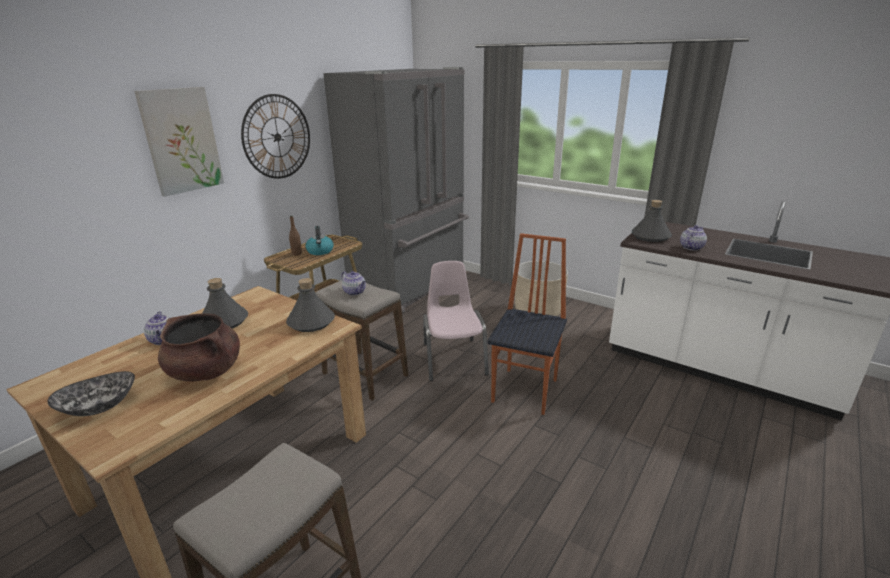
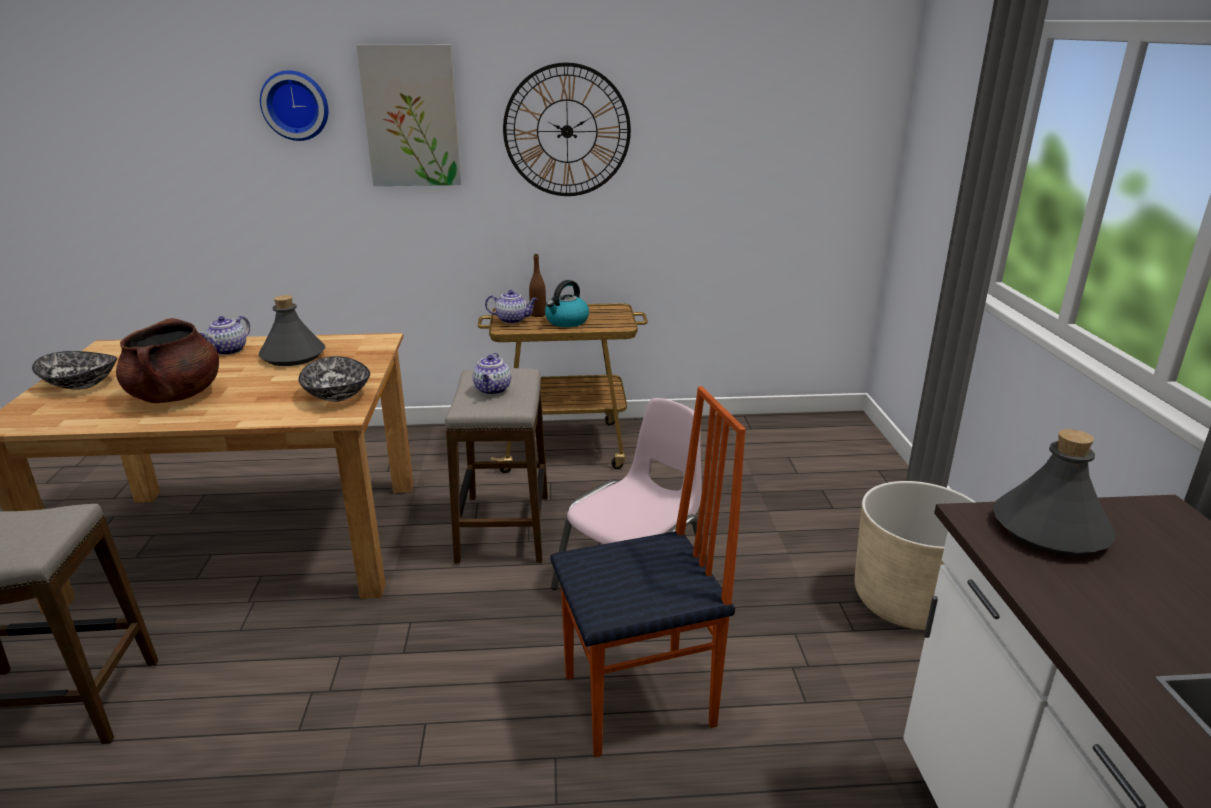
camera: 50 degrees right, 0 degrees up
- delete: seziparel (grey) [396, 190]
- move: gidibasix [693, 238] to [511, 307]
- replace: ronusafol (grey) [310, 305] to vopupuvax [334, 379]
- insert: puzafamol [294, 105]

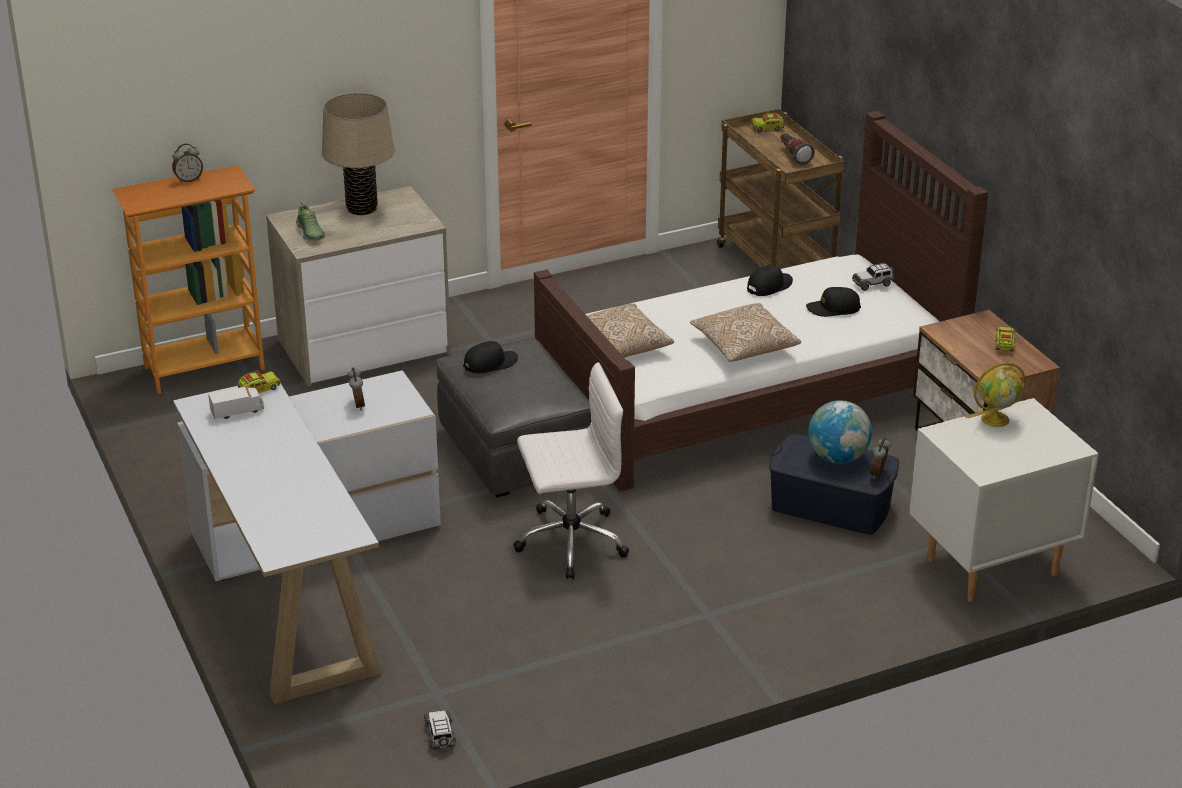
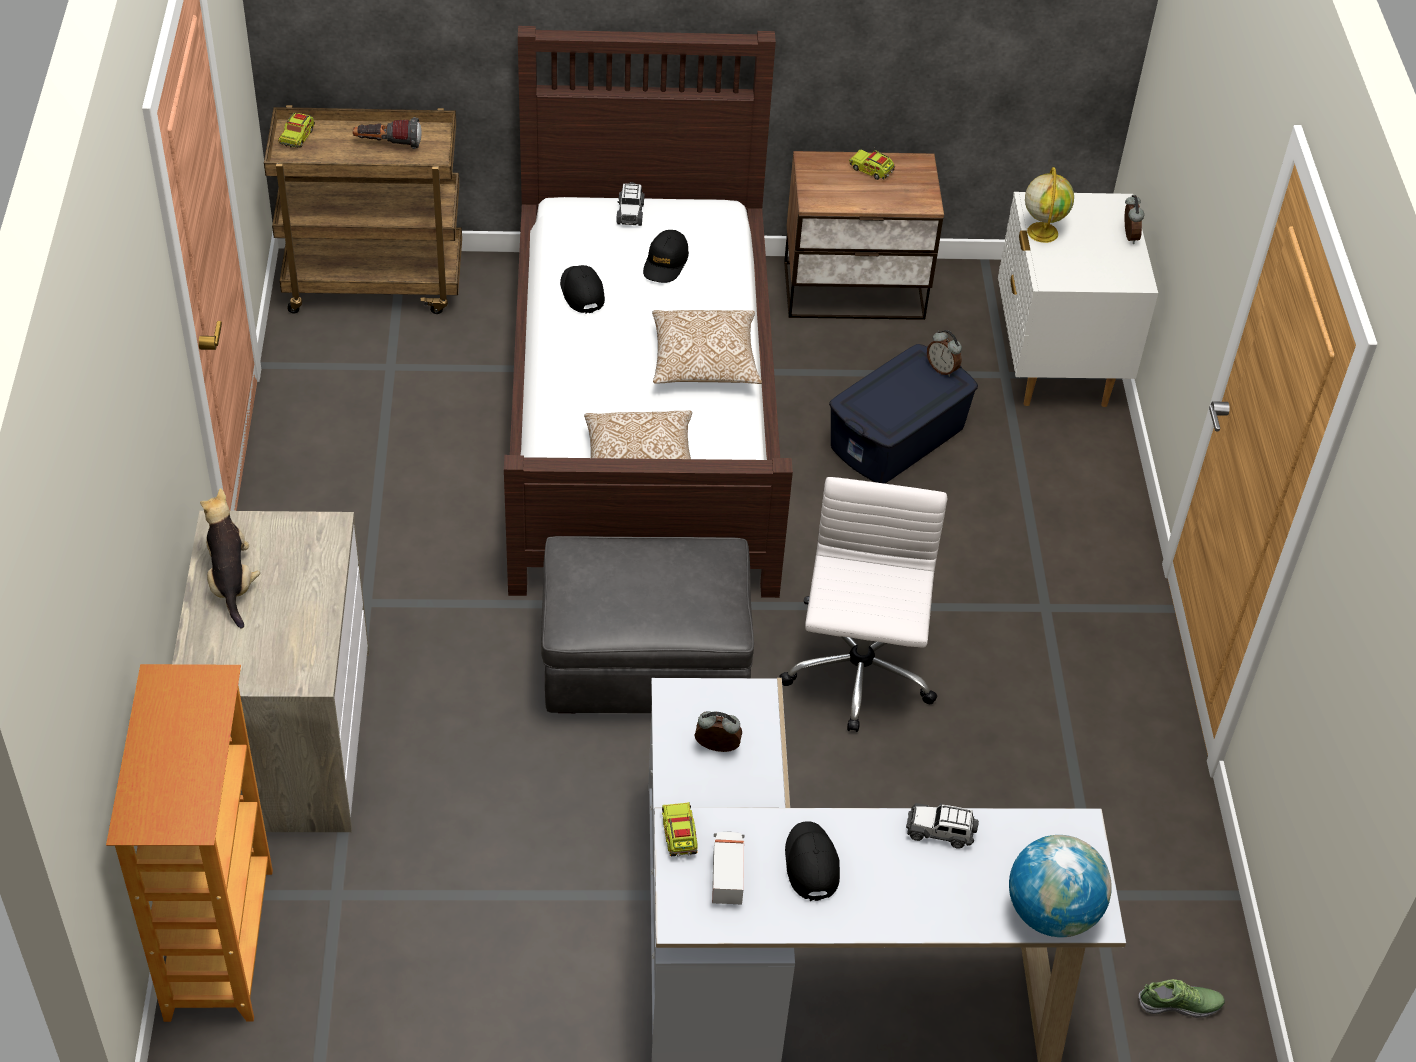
camera: 70 degrees left, 15 degrees up
- replace: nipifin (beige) [358, 154] to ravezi [230, 558]
- move: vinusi [187, 163] to [1134, 219]
- move: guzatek [310, 221] to [1181, 998]
- move: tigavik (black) [490, 357] to [812, 861]
- move: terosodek [840, 432] to [1060, 886]
- move: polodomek [440, 729] to [942, 826]

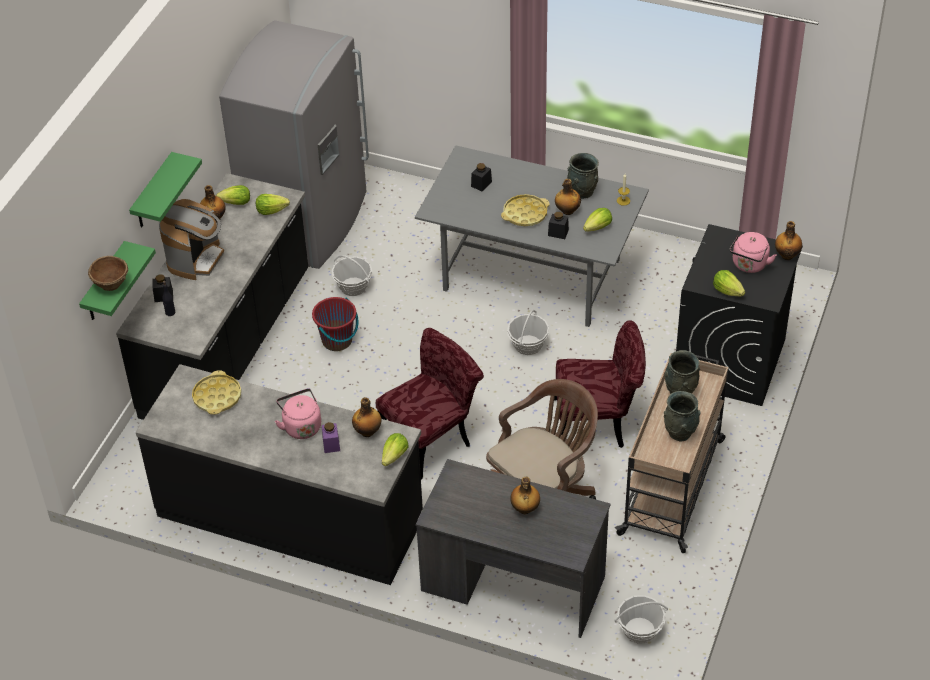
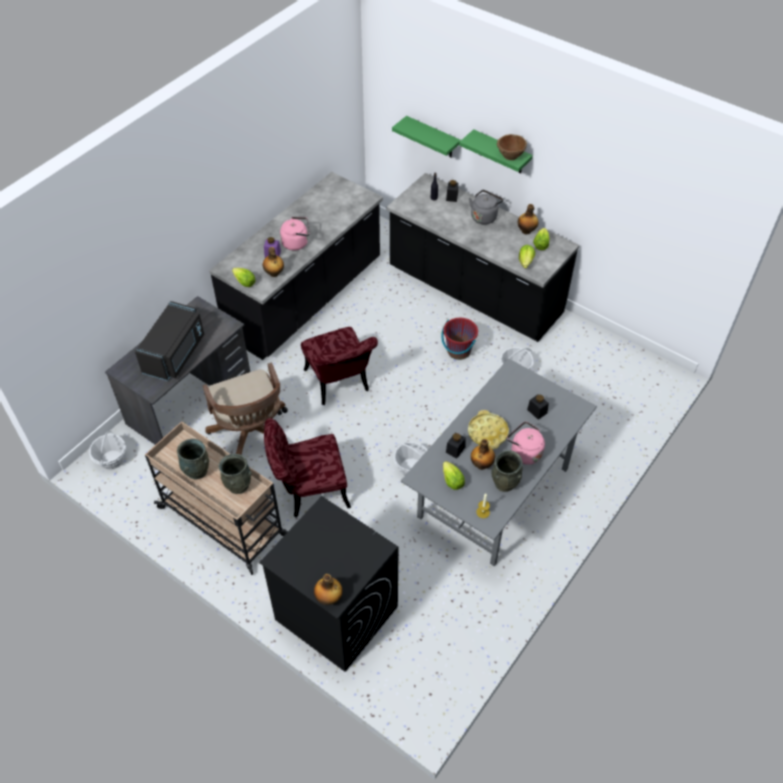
camera: 105 degrees right, 5 degrees up
- delete: seziparel (grey) [294, 144]
- replace: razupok [191, 239] to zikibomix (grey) [486, 207]
- move: zikibomix (pink) [753, 252] to [526, 443]
- move: vopupuvax (brown) [108, 273] to [512, 147]
- delete: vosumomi [729, 283]
- rotate: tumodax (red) [600, 384] = [307, 468] 60 degrees clockwise
- delete: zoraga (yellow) [216, 392]
- replace: ronusafol [525, 495] to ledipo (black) [169, 341]

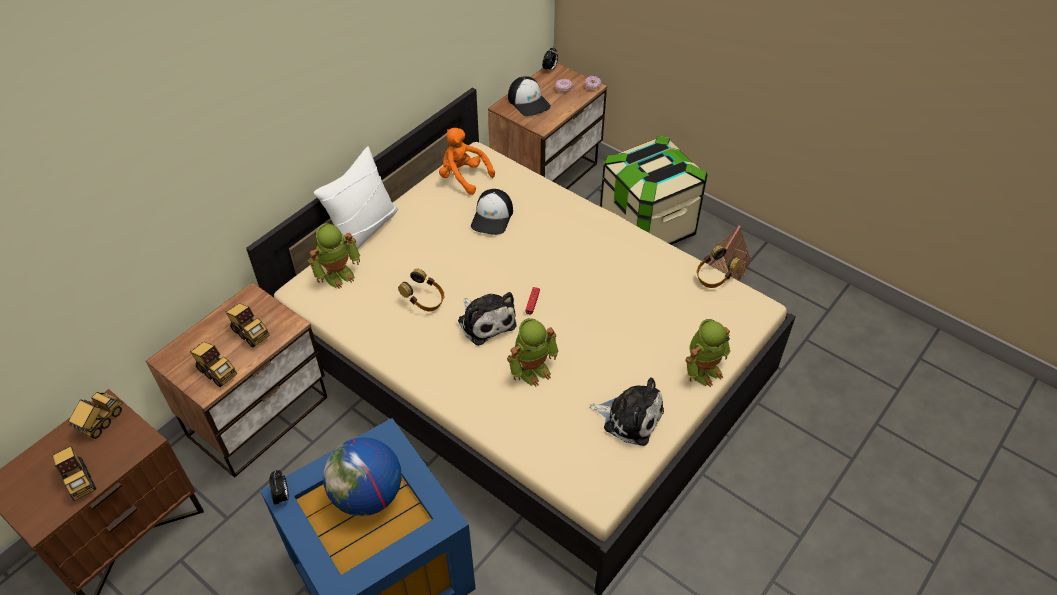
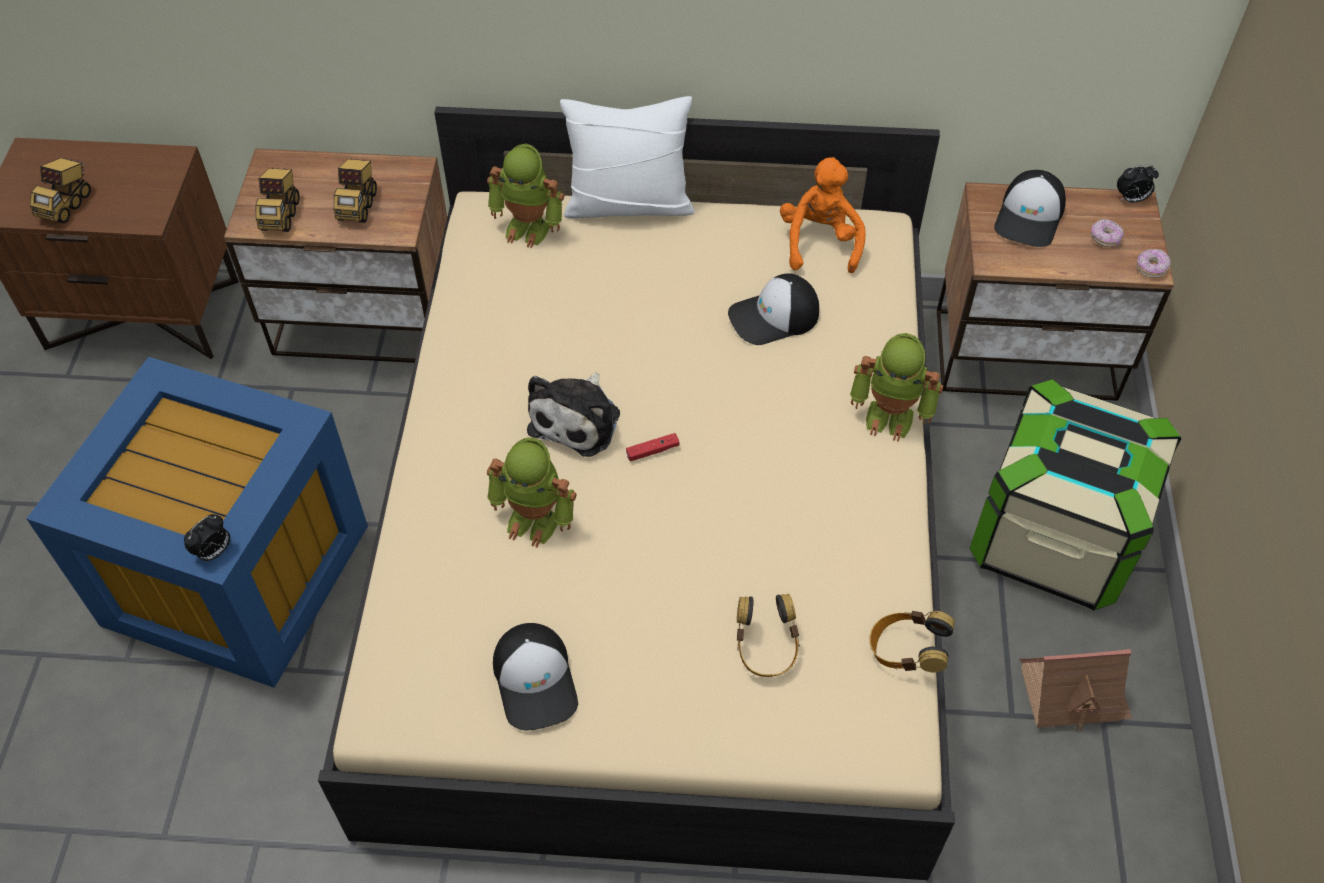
camera: 55 degrees right, 5 degrees up
- move: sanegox [421, 289] to [768, 635]
- move: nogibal [708, 353] to [896, 387]
- replace: ravezi [626, 411] to tigavik [535, 676]
- delete: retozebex [95, 415]
- delete: terosodek [362, 476]
- move: vinusi [279, 487] to [207, 538]

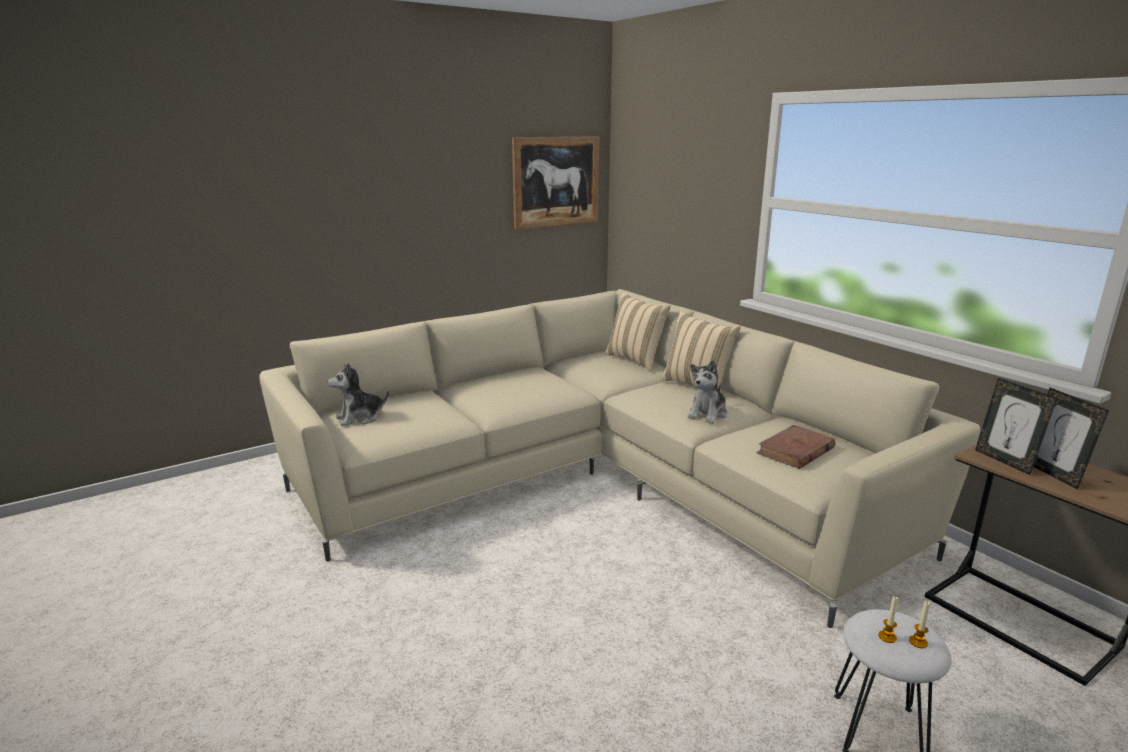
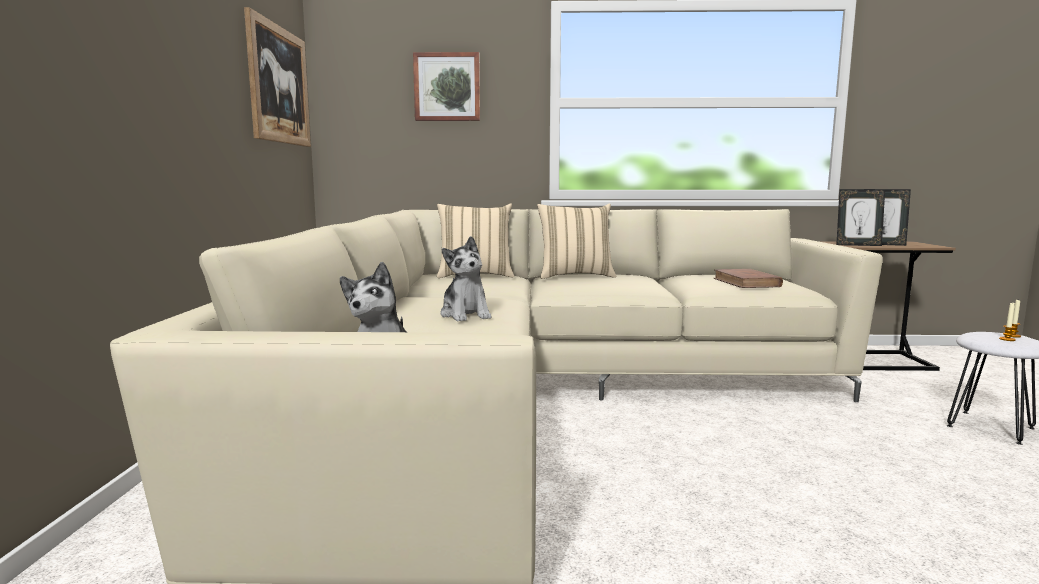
camera: 55 degrees left, 10 degrees down
- move: ravezi [707, 392] to [466, 278]
- insert: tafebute [446, 86]

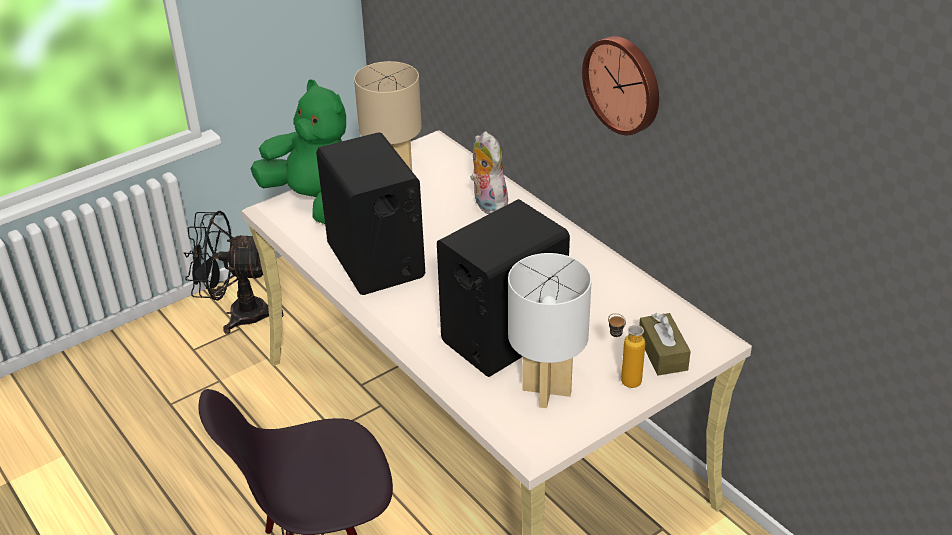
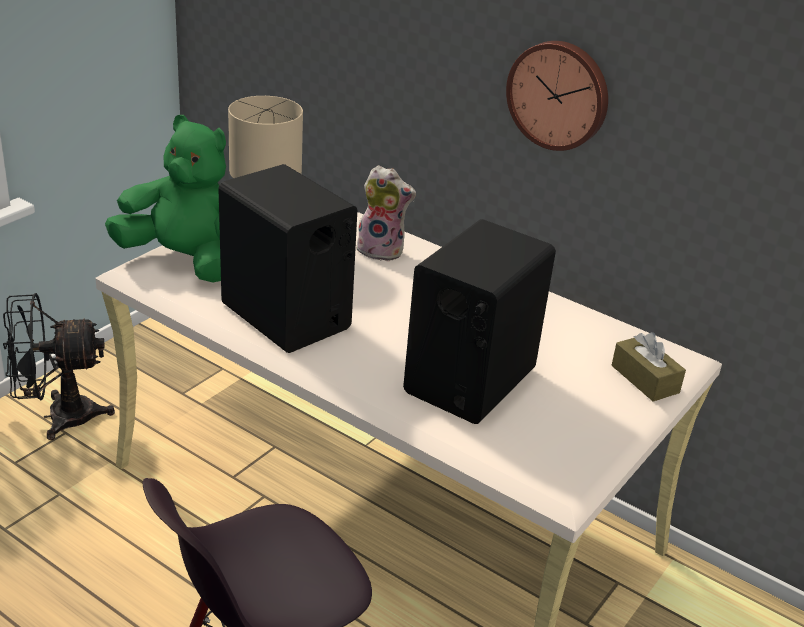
camera: 20 degrees left, 5 degrees down
- rotate: ravezi [489, 172] = [386, 213] 150 degrees clockwise
- delete: nipifin (white) [550, 330]
- delete: ronusafol [626, 350]

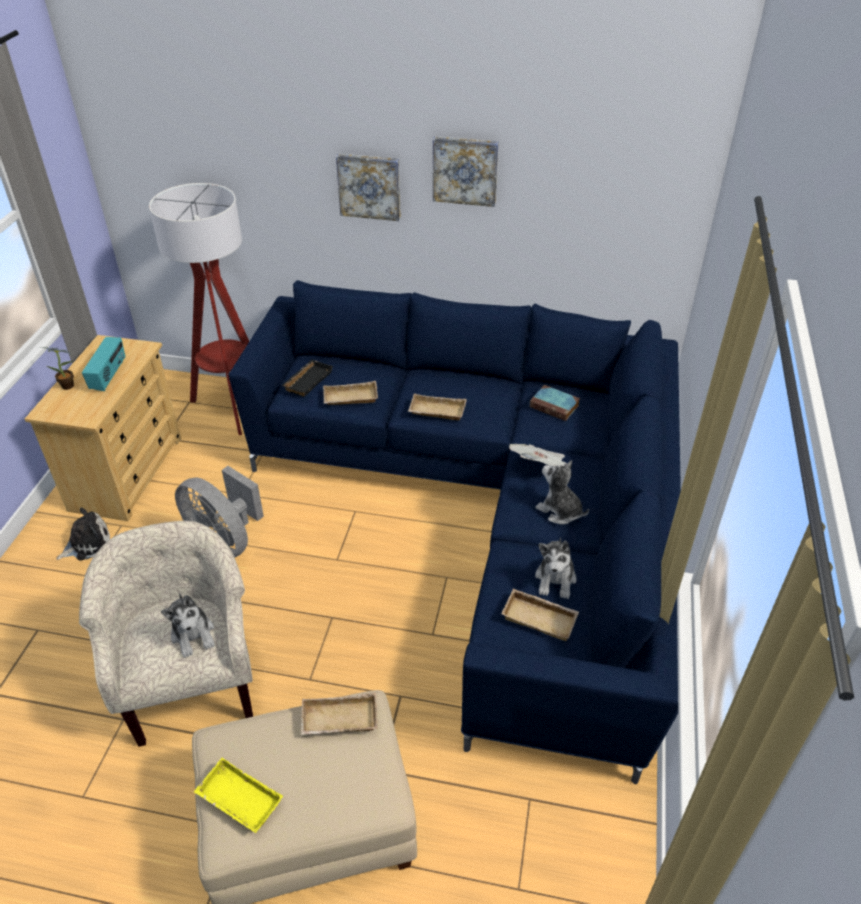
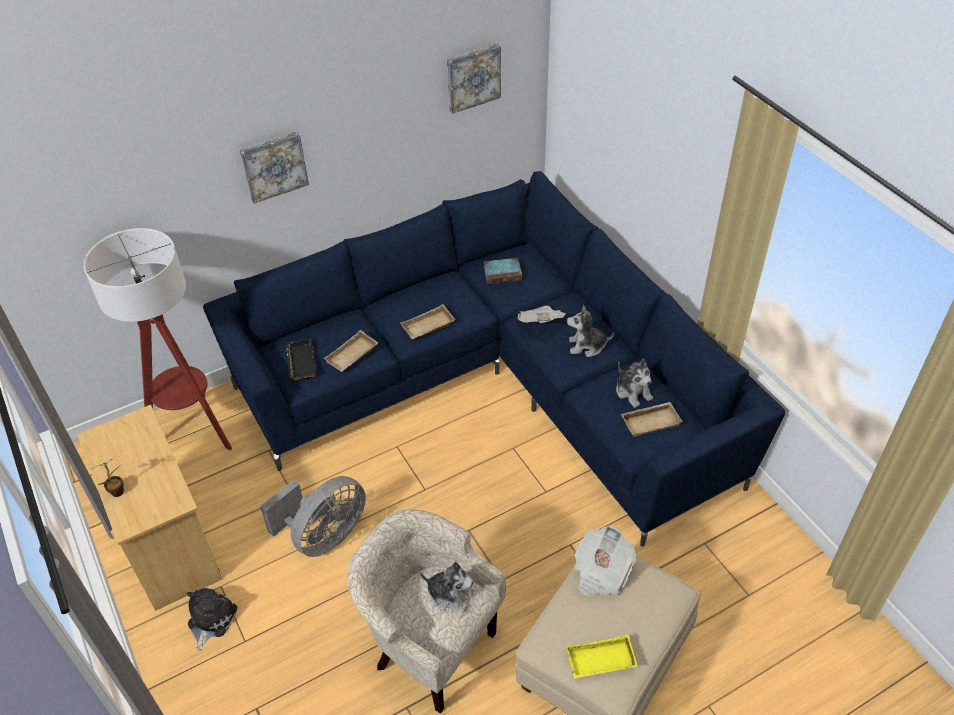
camera: 40 degrees left, 5 degrees up
- move: tafebute [466, 171] to [474, 79]
- delete: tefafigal [103, 364]
- rotate: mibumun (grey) [219, 511] = [313, 516] 45 degrees counterclockwise
- replace: zoraga (beige) [339, 714] to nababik [605, 561]

